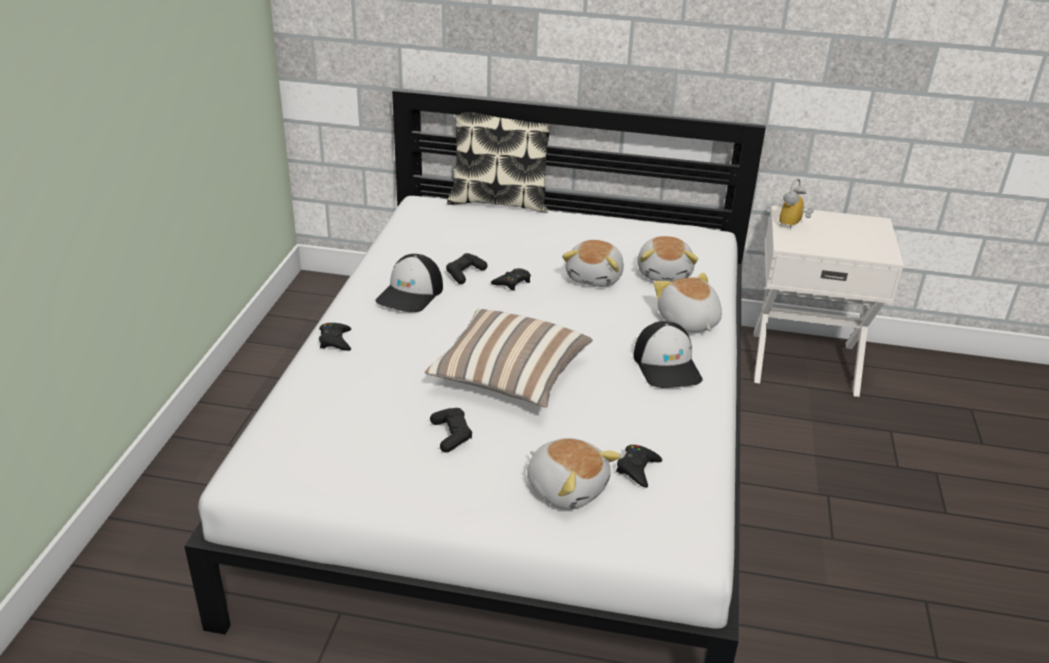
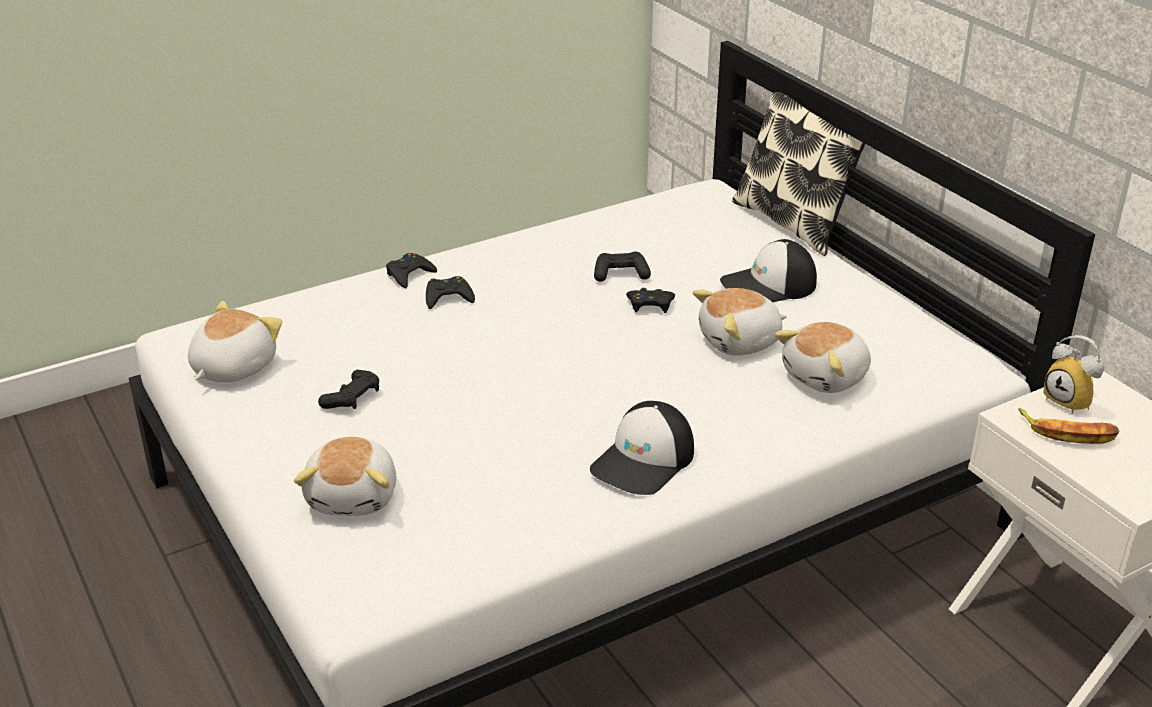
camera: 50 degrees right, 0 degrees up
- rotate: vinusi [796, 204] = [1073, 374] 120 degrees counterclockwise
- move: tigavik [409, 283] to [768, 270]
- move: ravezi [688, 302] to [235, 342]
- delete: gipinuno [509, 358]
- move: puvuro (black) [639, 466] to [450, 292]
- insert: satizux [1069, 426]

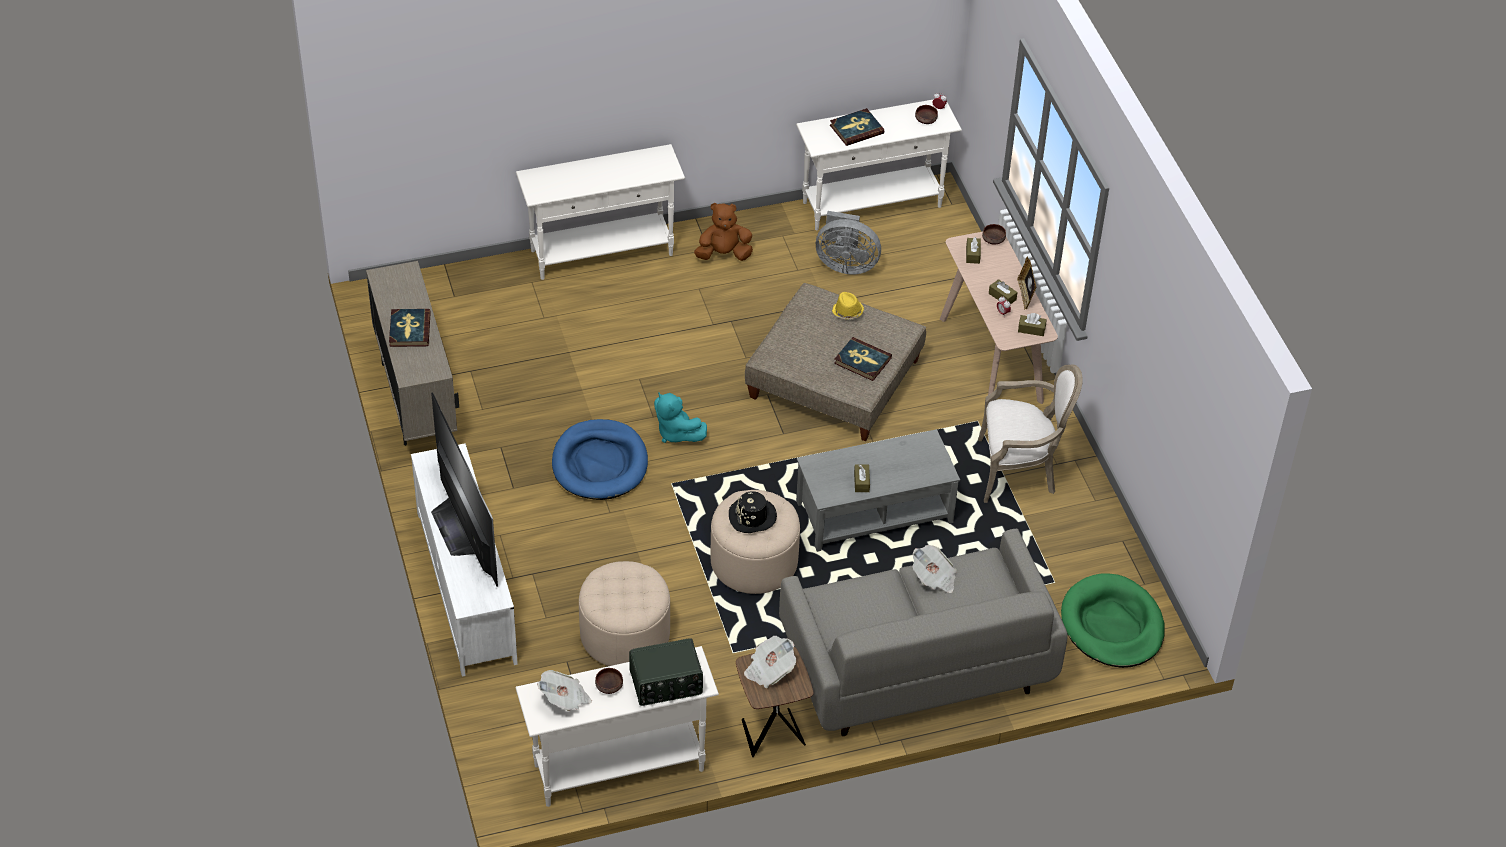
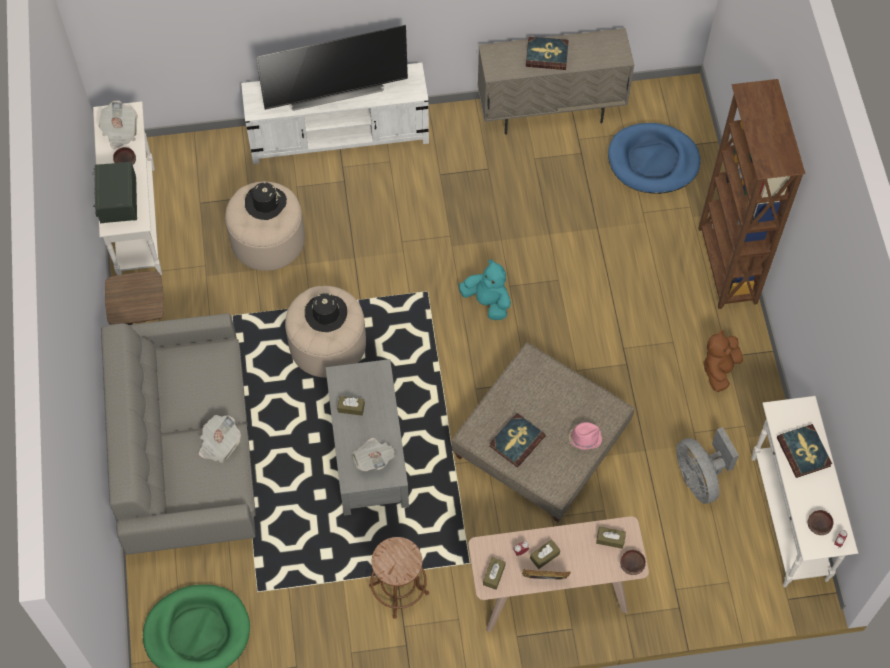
camera: 100 degrees right, 15 degrees up
- replace: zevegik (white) [600, 212] to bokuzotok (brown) [752, 194]
- rotate: ravezi (brown) [723, 232] = [723, 361] 150 degrees counterclockwise
- rotate: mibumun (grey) [848, 243] = [708, 465] 45 degrees counterclockwise
- recolor: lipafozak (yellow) [848, 305] to lipafozak (pink) [585, 436]
- replace: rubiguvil [1030, 433] to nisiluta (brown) [399, 578]
- rotate: ravezi (turquoise) [680, 417] = [485, 289] 75 degrees clockwise
- move: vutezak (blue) [600, 459] to [654, 158]
- move: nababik [770, 662] to [373, 454]
- insert: lipafozak (black) [266, 200]

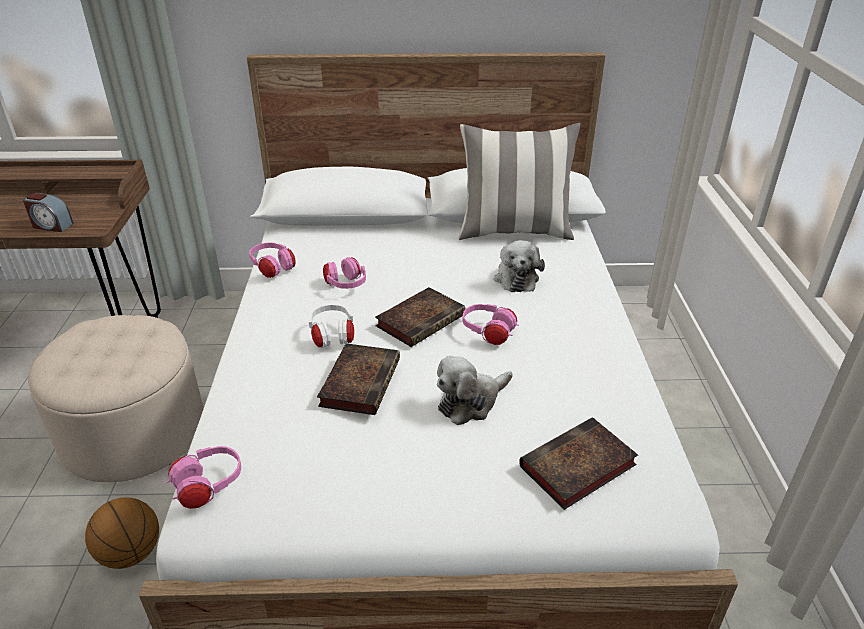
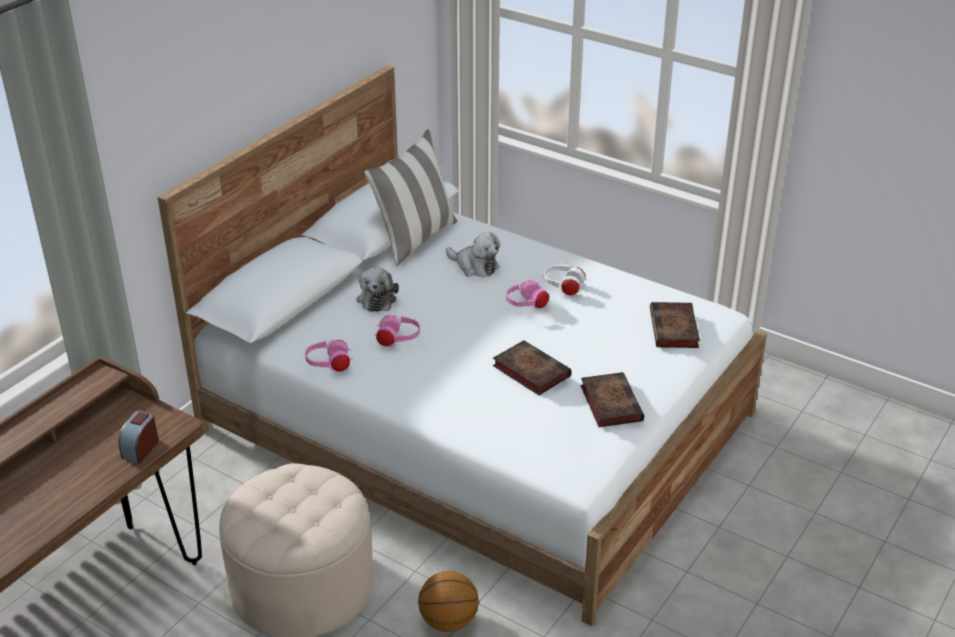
camera: 55 degrees left, 0 degrees up
- rotate: vinusi [48, 212] = [138, 437] 150 degrees clockwise
- move: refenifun [420, 317] to [612, 399]
- move: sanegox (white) [331, 326] to [565, 280]
- move: ravezi [475, 390] to [378, 289]
- delete: sanegox (pink) [203, 477]

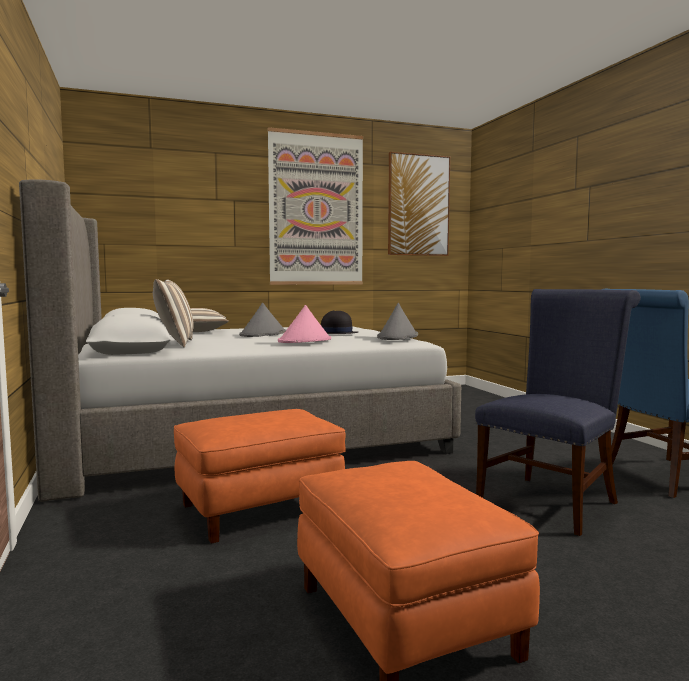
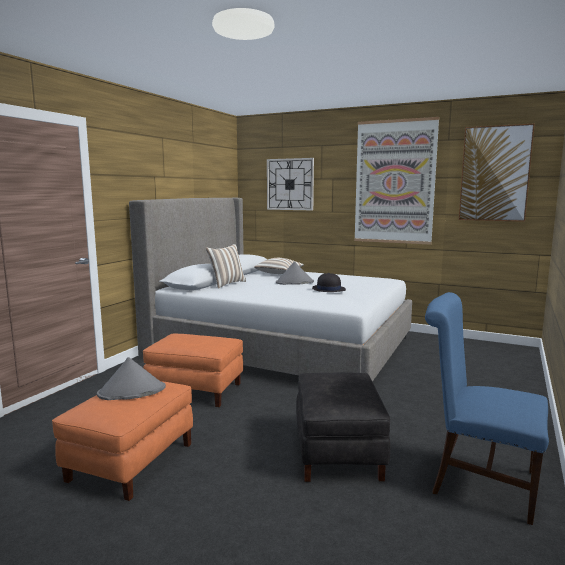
camera: 45 degrees right, 5 degrees up
- replace: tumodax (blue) [558, 412] to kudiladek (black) [343, 427]
- move: lipafozak (grey) [397, 321] to [131, 378]
- delete: lipafozak (pink) [304, 324]
- insert: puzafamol [290, 184]

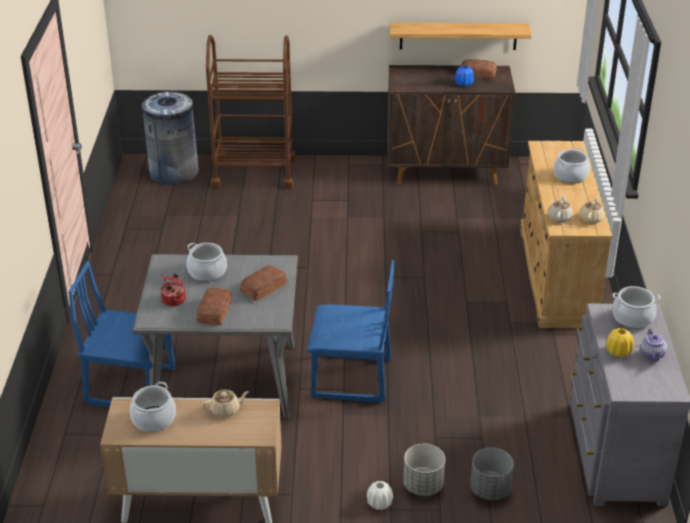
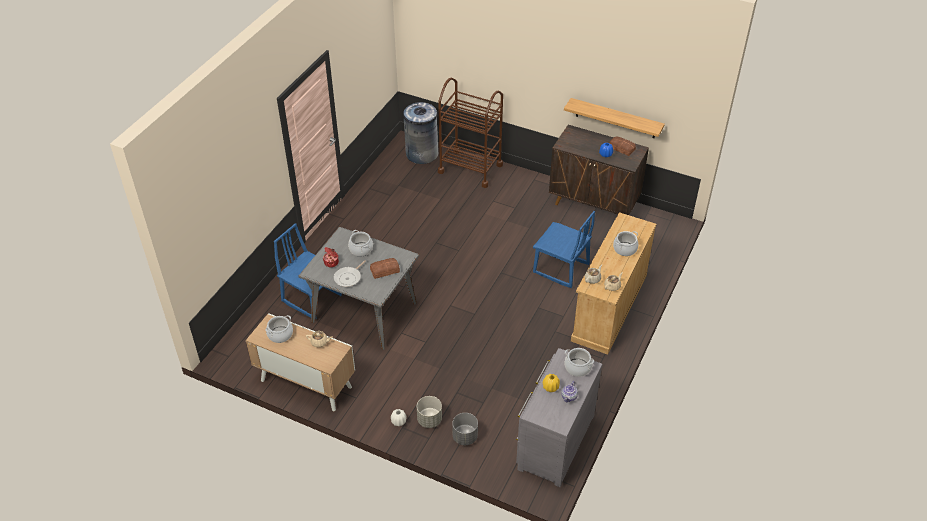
camera: 25 degrees right, 10 degrees up
- move: tumodax (blue) [351, 331] to [564, 249]
- replace: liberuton [214, 306] to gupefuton [350, 273]

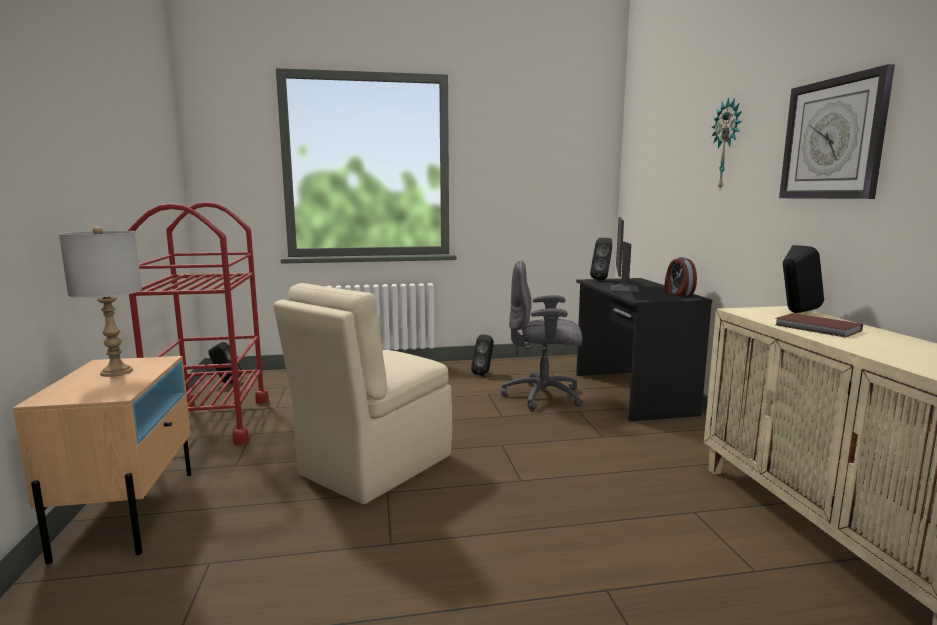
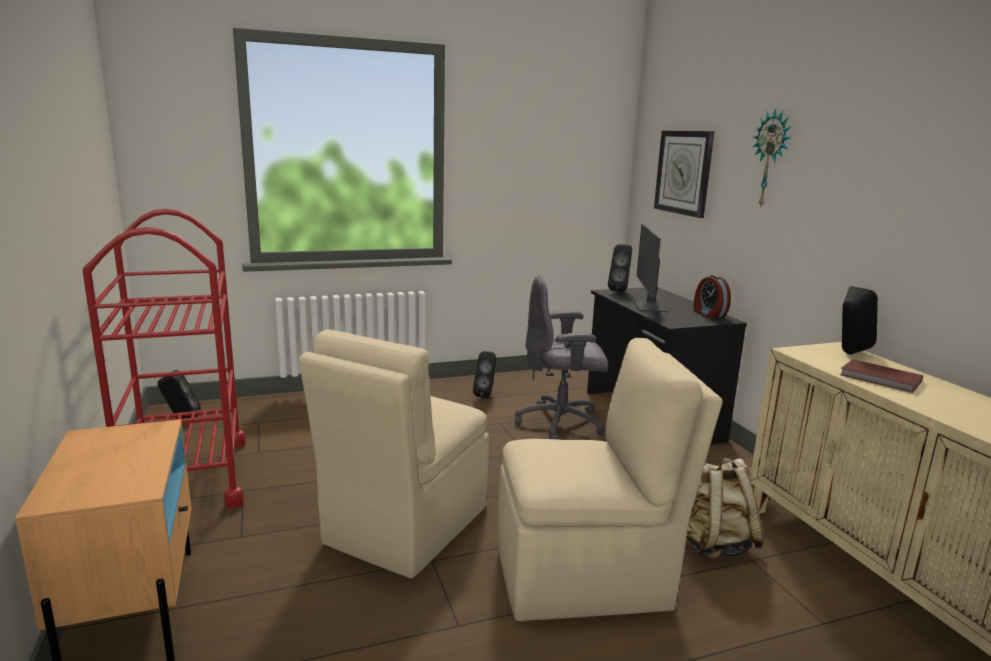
camera: 10 degrees left, 5 degrees up
- move: puzafamol [837, 131] to [684, 174]
- delete: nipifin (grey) [100, 302]
- insert: tumodax (beige) [610, 479]
- insert: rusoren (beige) [726, 508]

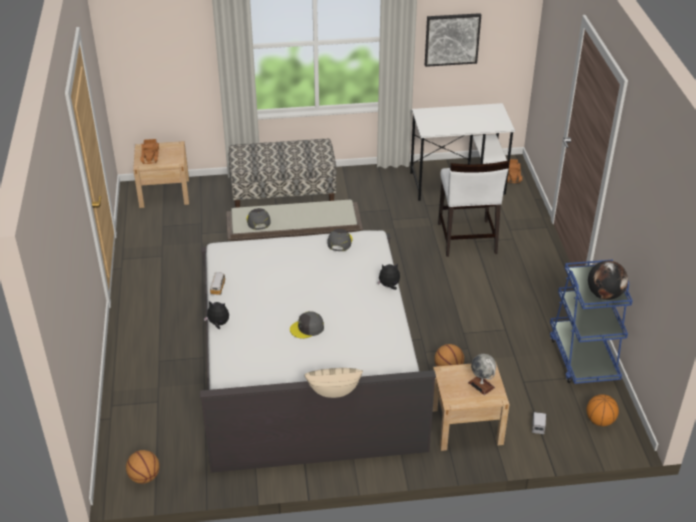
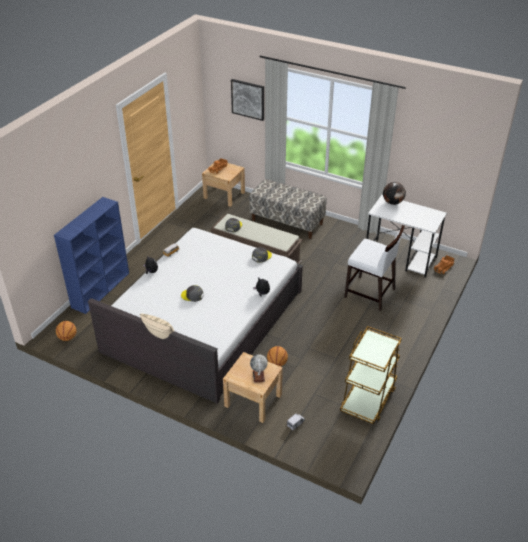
camera: 35 degrees right, 0 degrees up
- move: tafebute [453, 40] to [247, 100]
- rotate: tumodax (white) [473, 208] = [374, 268] 90 degrees counterclockwise
- recolor: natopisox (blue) [591, 322] to natopisox (brown) [371, 375]
- move: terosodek [608, 280] to [394, 193]
- delete: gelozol [602, 410]
- insert: bokuzotok (blue) [91, 255]

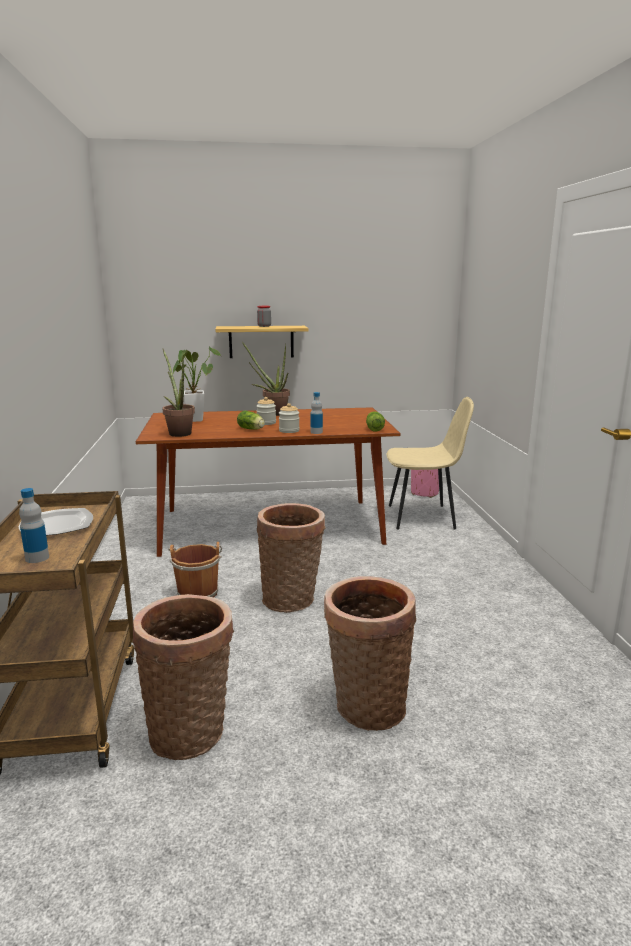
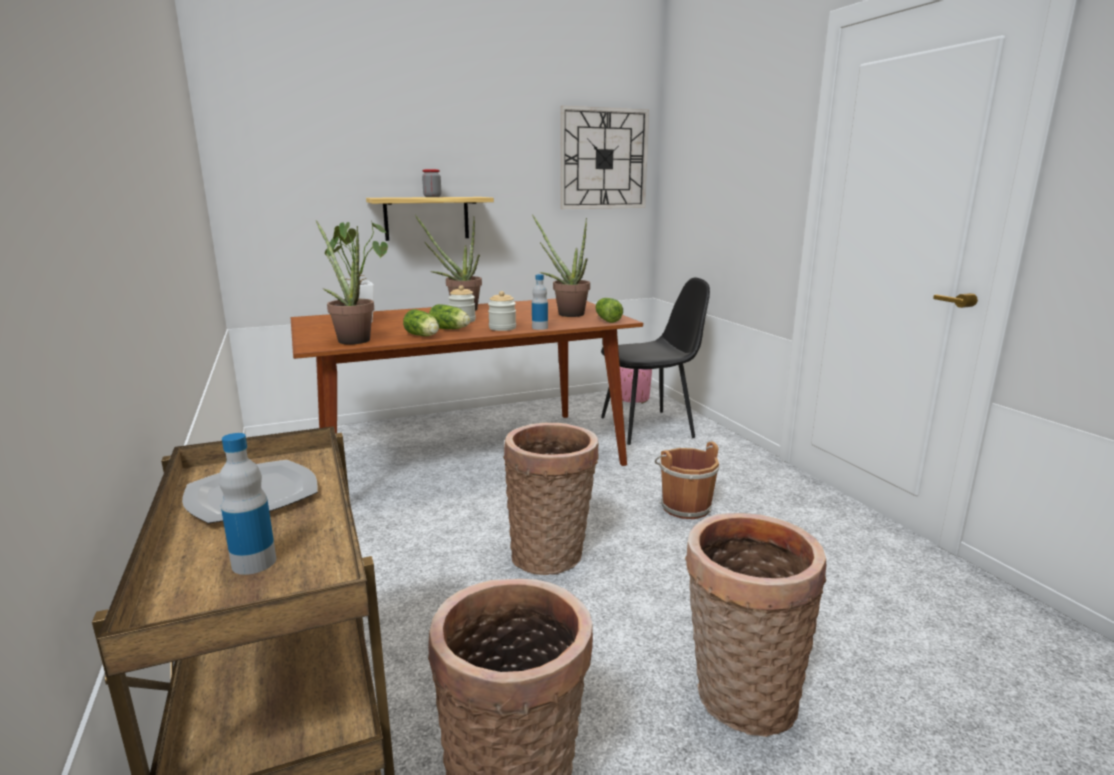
camera: 15 degrees left, 0 degrees up
- recolor: tumodax (beige) [430, 463] to tumodax (black) [655, 361]
- move: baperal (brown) [195, 569] to [687, 480]
- insert: puzafamol [604, 157]
- insert: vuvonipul [561, 265]
- insert: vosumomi [421, 322]

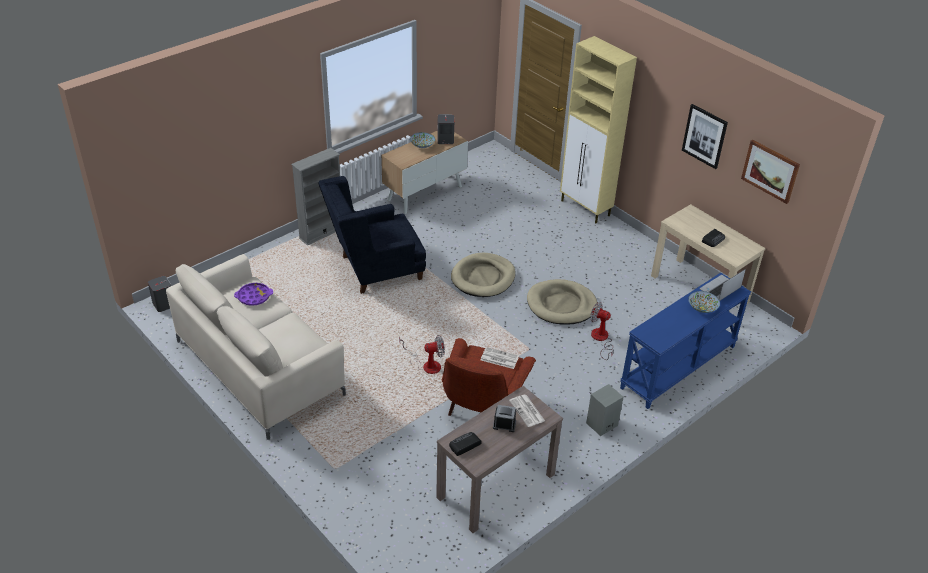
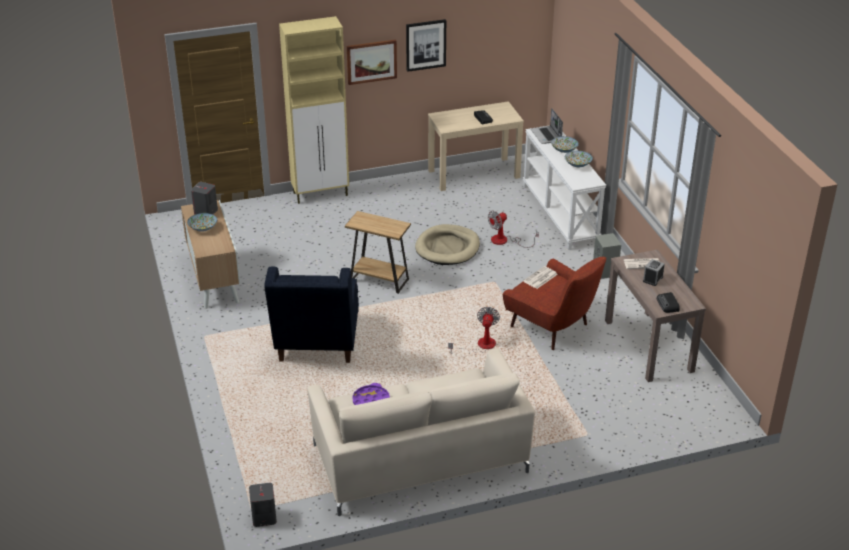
camera: 65 degrees left, 5 degrees down
- move: tafebute [770, 172] to [372, 62]
- delete: bokuzotok (grey) [315, 197]
- replace: vutezak (beige) [483, 275] to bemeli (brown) [378, 252]
- recolor: zevegik (blue) [685, 341] to zevegik (white) [564, 187]
- insert: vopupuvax [579, 159]

